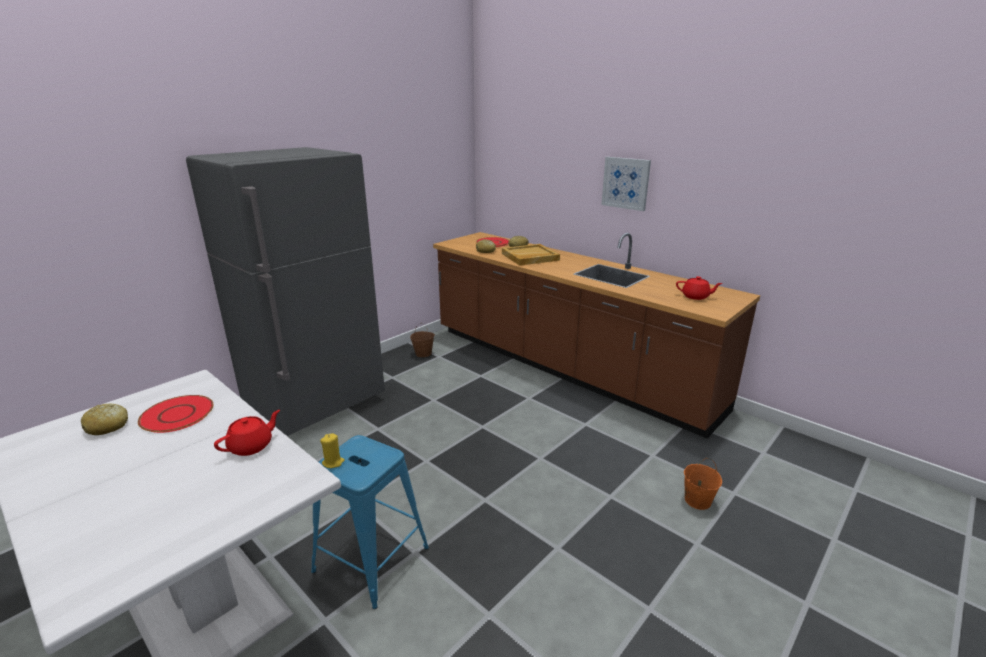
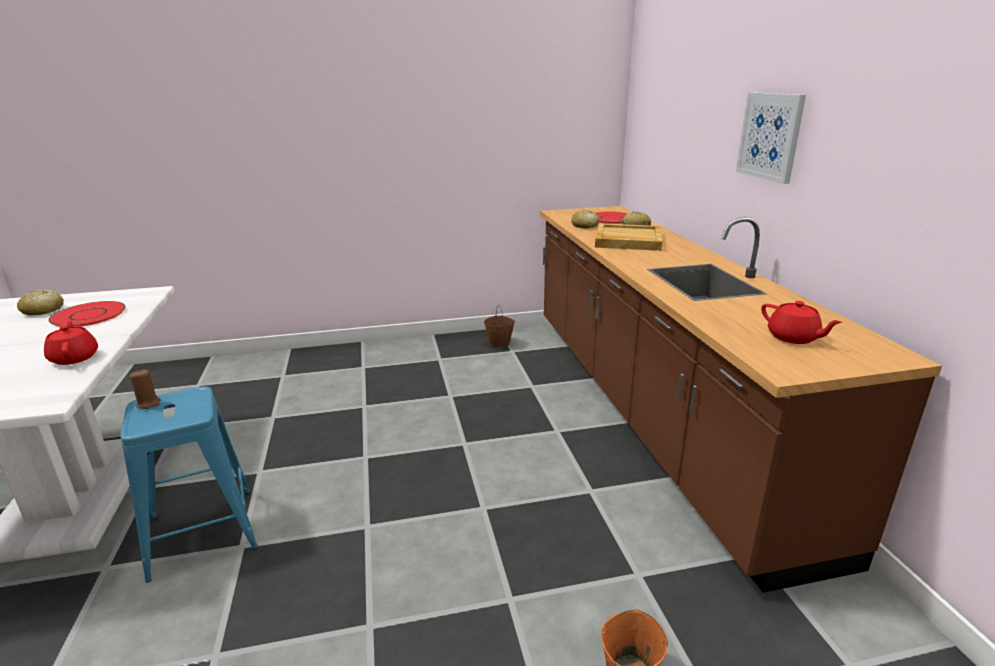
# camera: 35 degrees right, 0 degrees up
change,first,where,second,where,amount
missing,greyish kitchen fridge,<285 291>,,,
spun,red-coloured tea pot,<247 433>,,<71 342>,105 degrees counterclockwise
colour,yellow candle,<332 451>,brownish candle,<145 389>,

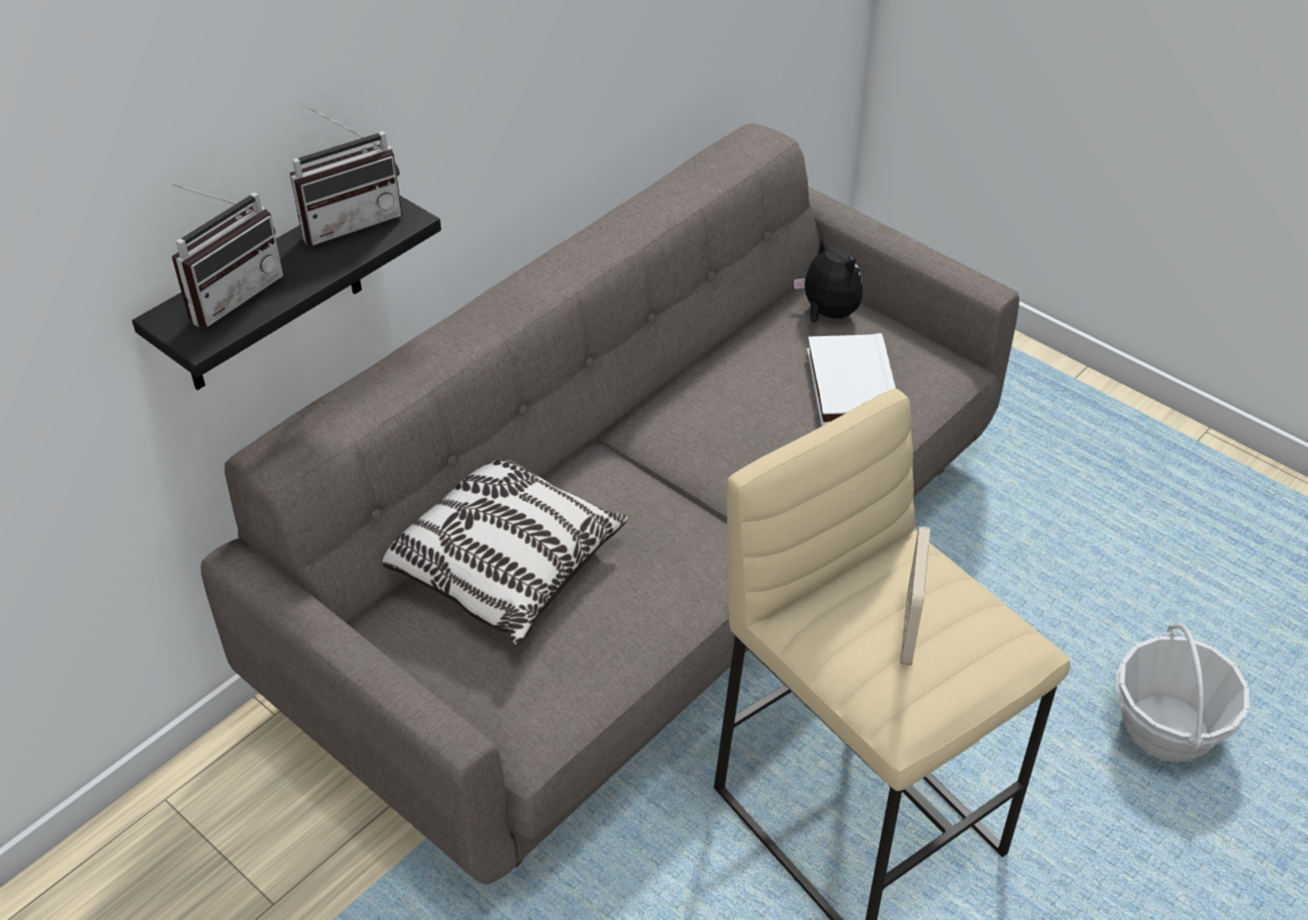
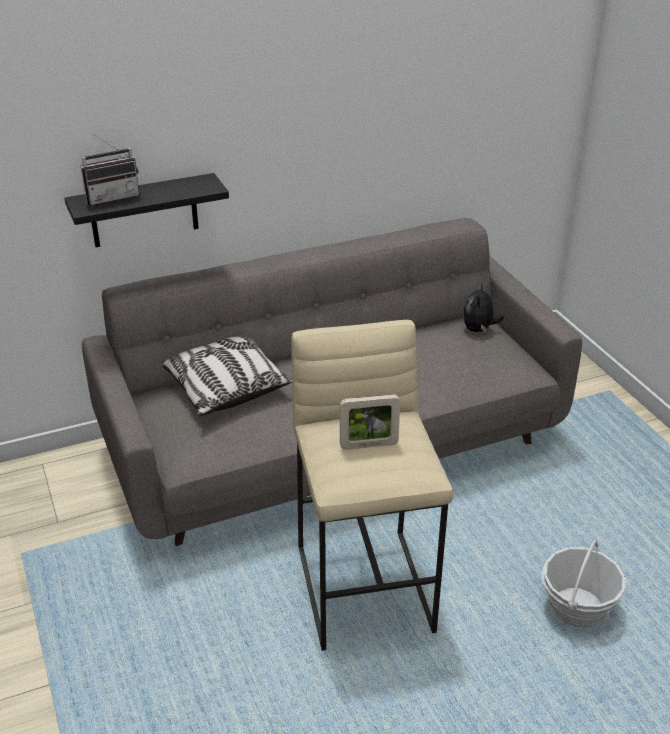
# camera: 25 degrees right, 10 degrees down
change,first,where,second,where,amount
missing,radio set,<346 176>,,,
spun,soft toy,<828 279>,,<483 307>,150 degrees counterclockwise
missing,whitish book,<851 379>,,,
spun,photo frame,<915 596>,,<370 422>,135 degrees counterclockwise

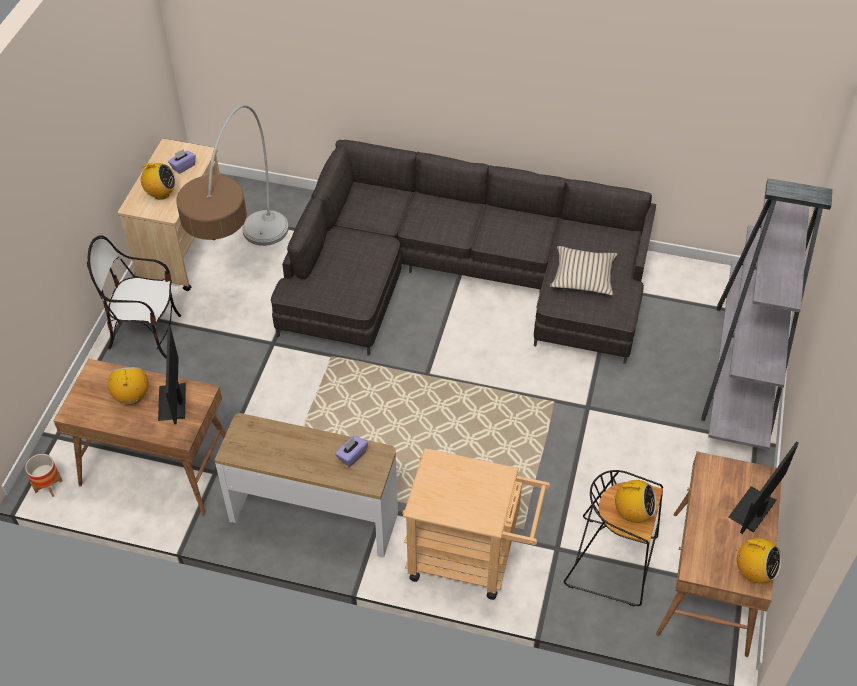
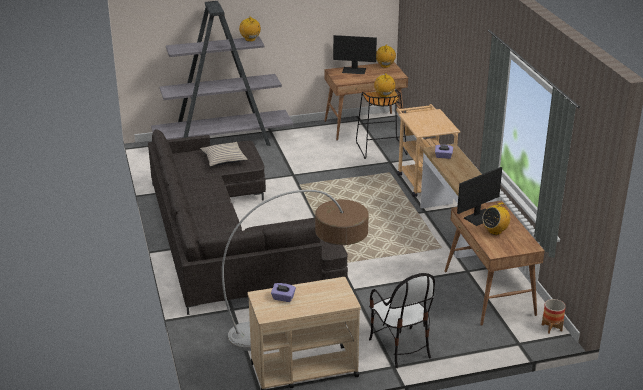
# camera: 120 degrees left, 20 degrees down
change,first,where,second,where,amount
relocated,radio set,<157 181>,,<250 28>,

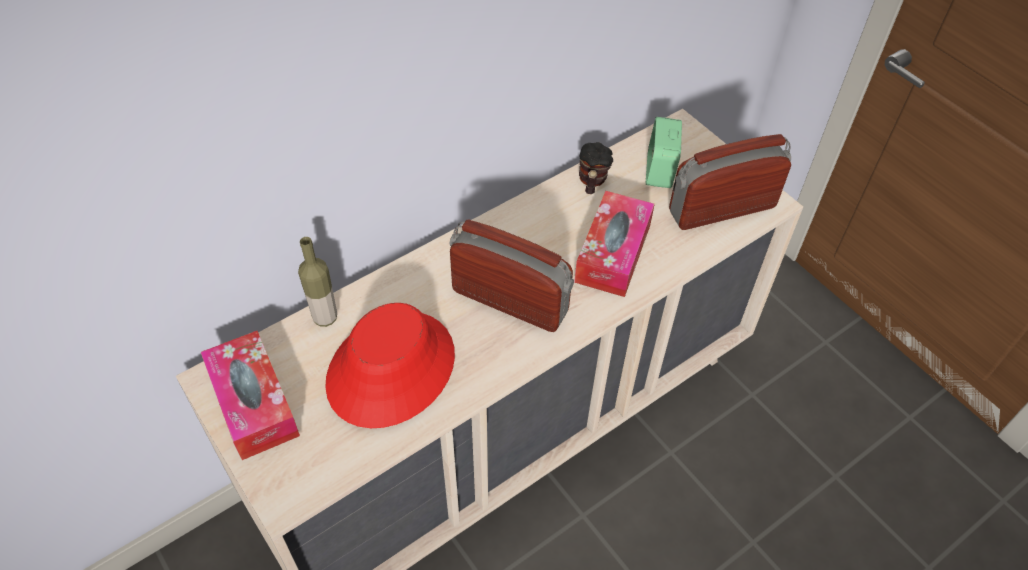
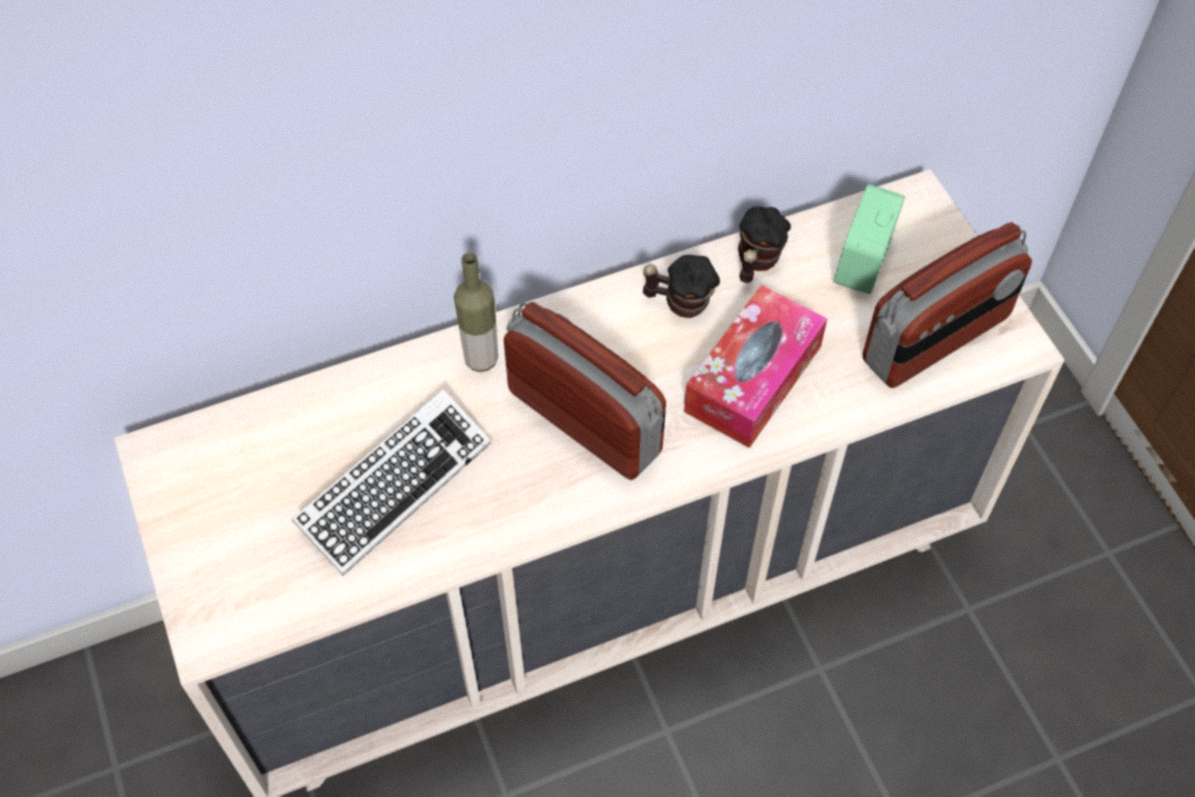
# camera: 15 degrees right, 5 degrees up
change,first,where,second,where,amount
missing,box of tissues,<250 395>,,,
relocated,drink bottle,<317 282>,,<476 312>,
exchanged,red-coloured clothing hat,<390 365>,computer keyboard,<391 482>,
spun,radio set,<730 182>,,<947 305>,150 degrees clockwise
appeared,,,coffee mug,<681 286>,

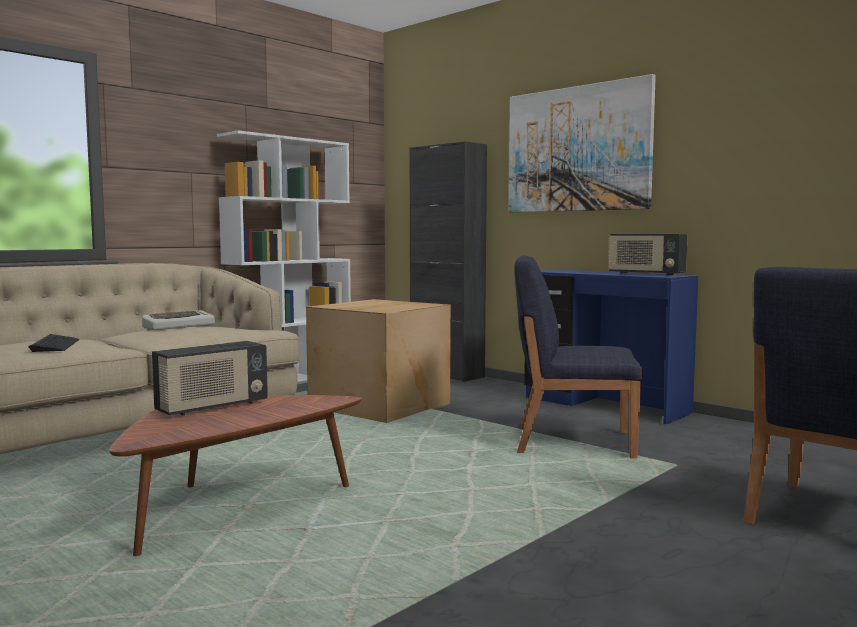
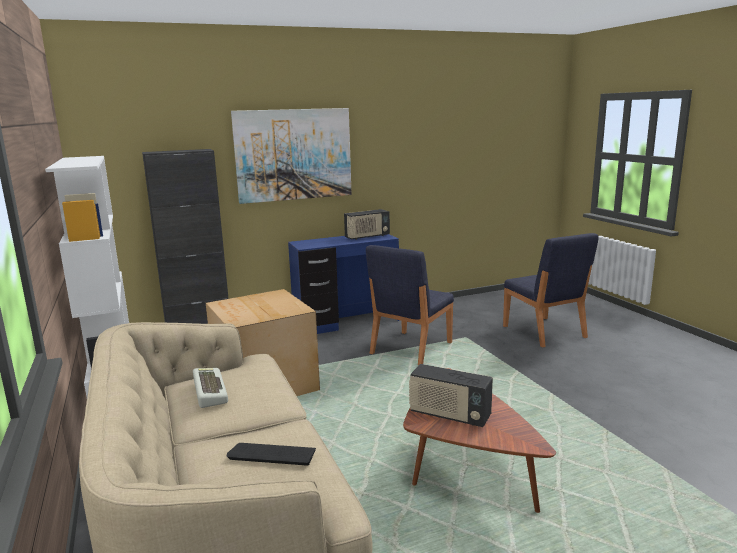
# camera: 65 degrees left, 10 degrees up
change,first,where,second,where,amount
spun,radio set,<210 378>,,<451 395>,135 degrees clockwise

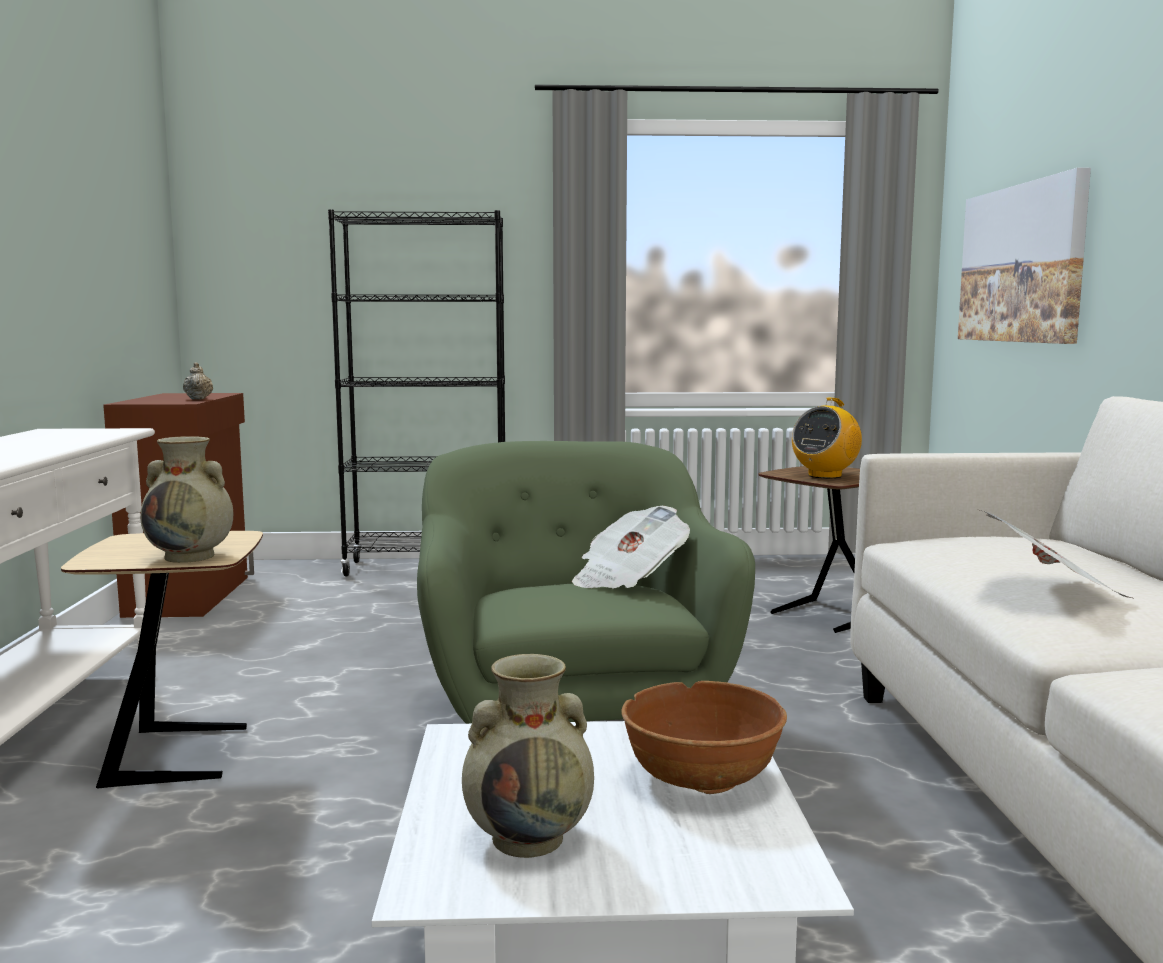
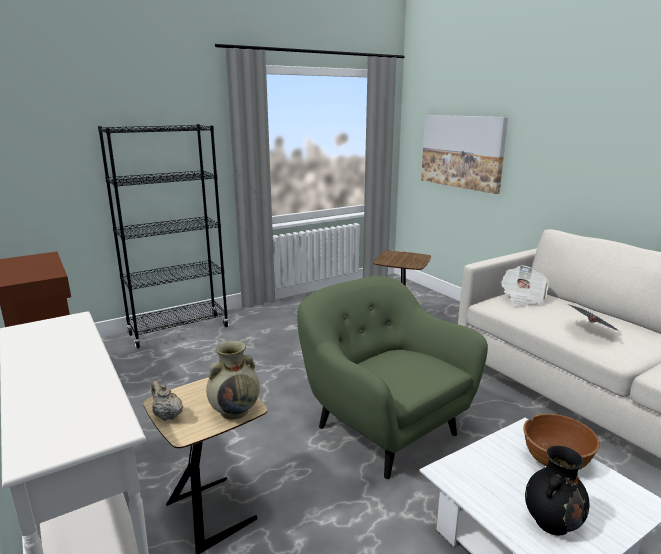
# camera: 30 degrees left, 10 degrees up
change,first,where,second,where,amount
relocated,sand-coloured tea pot,<198 381>,,<167 401>,
colour,sand-coloured vase,<528 756>,blackish vase,<557 491>,
relocated,daily paper,<631 547>,,<525 286>,
missing,radio set,<827 438>,,,

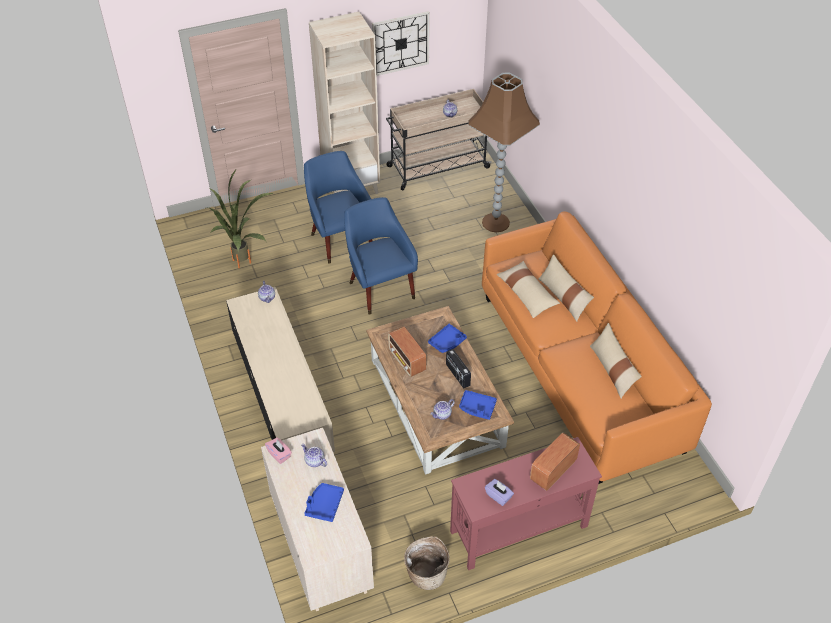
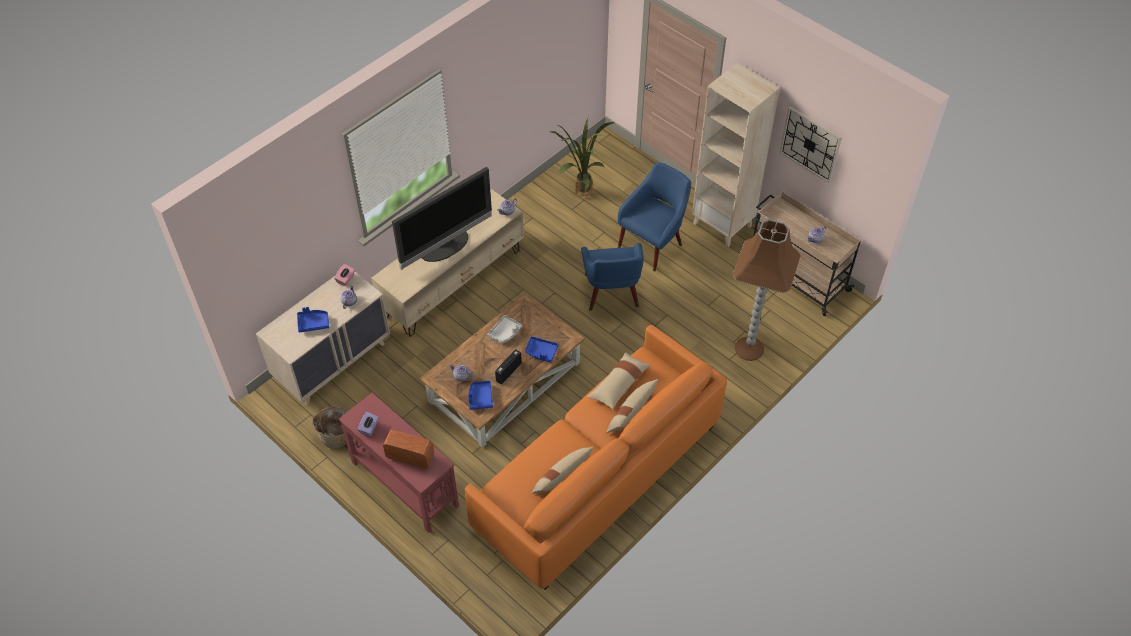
# camera: 65 degrees right, 5 degrees up
change,first,where,second,where,amount
spun,blue-coloured easy chair,<381 256>,,<612 277>,135 degrees clockwise
exchanged,radio set,<407 351>,greyish tray,<504 329>,
appeared,,,TV,<442 218>,

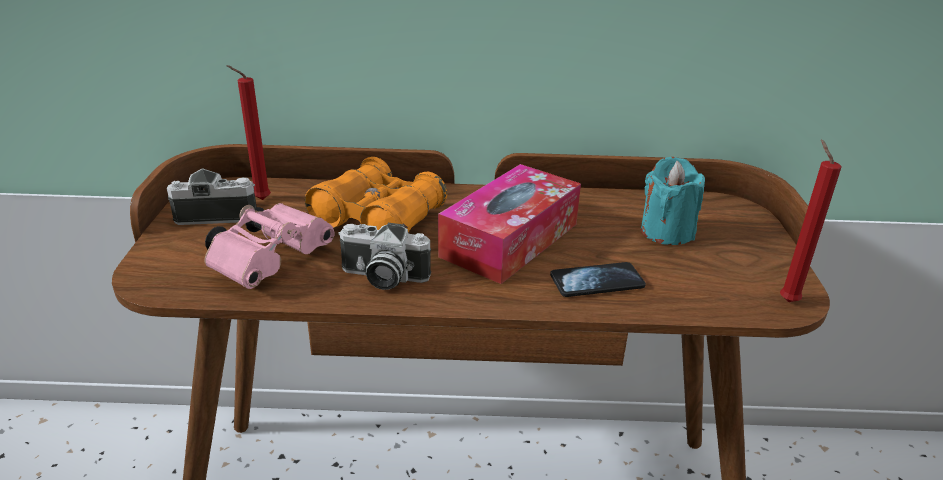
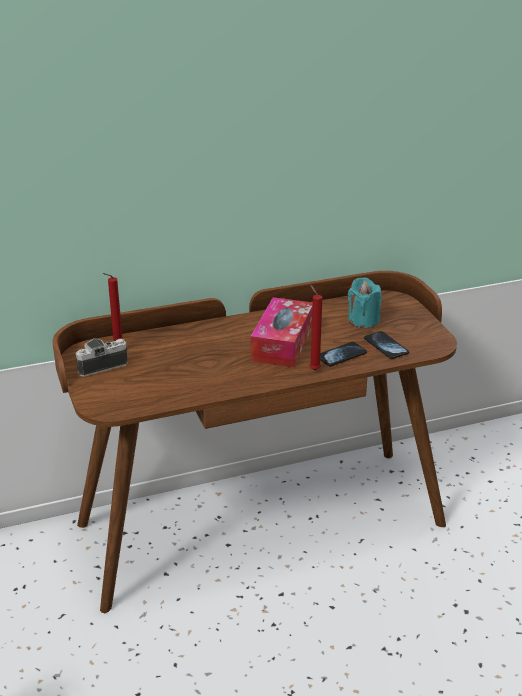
# camera: 20 degrees left, 0 degrees up
change,first,where,second,where,amount
missing,pink binoculars,<270 246>,,,
missing,orange binoculars,<376 194>,,,
missing,still camera,<384 256>,,,
relocated,red-coloured candle,<810 221>,,<316 327>,
appeared,,,handset,<386 345>,

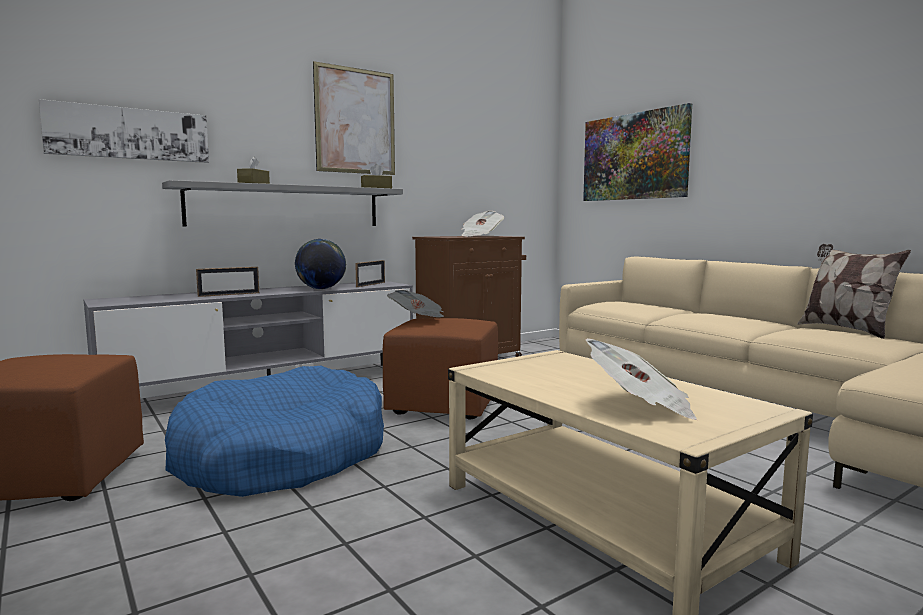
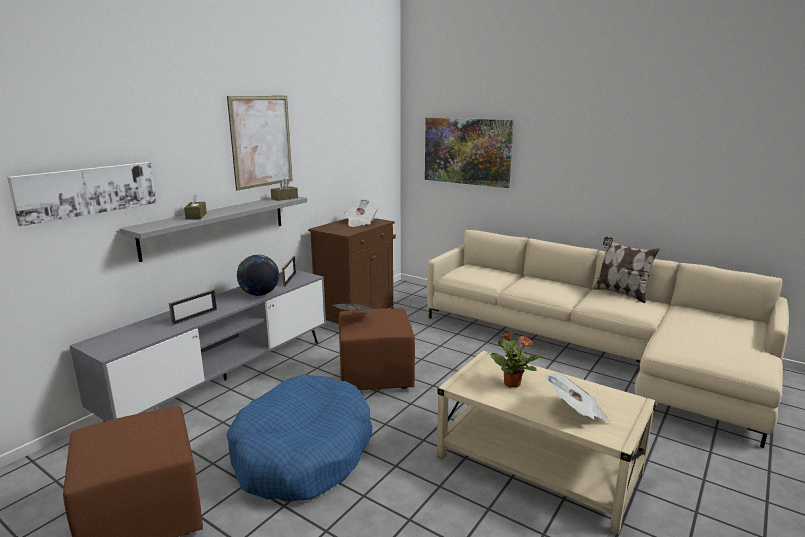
# camera: 20 degrees left, 10 degrees up
change,first,where,second,where,amount
appeared,,,plant in a pot,<515 360>,

